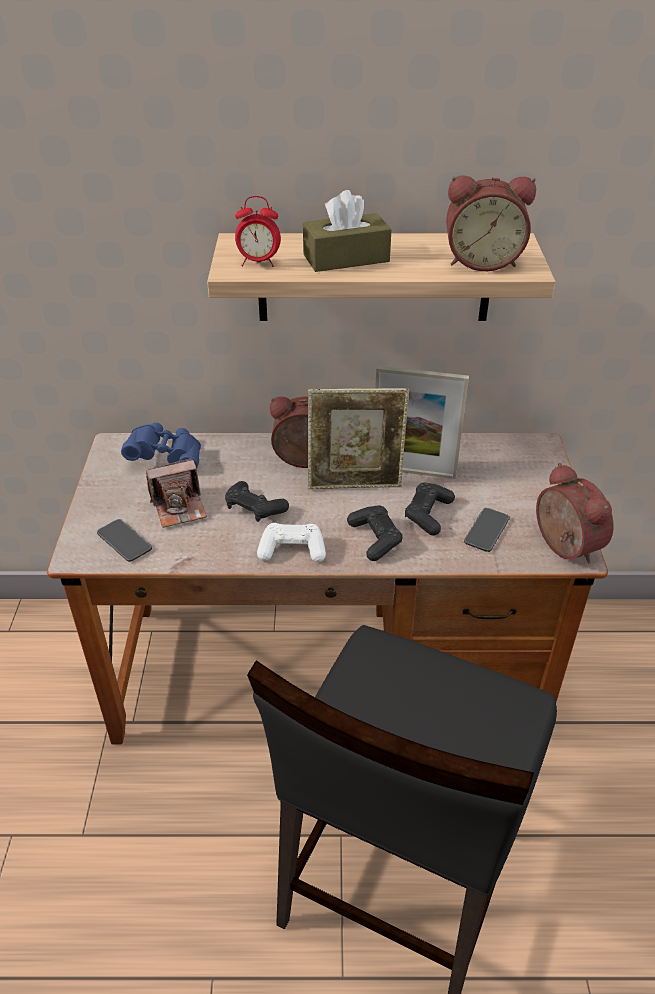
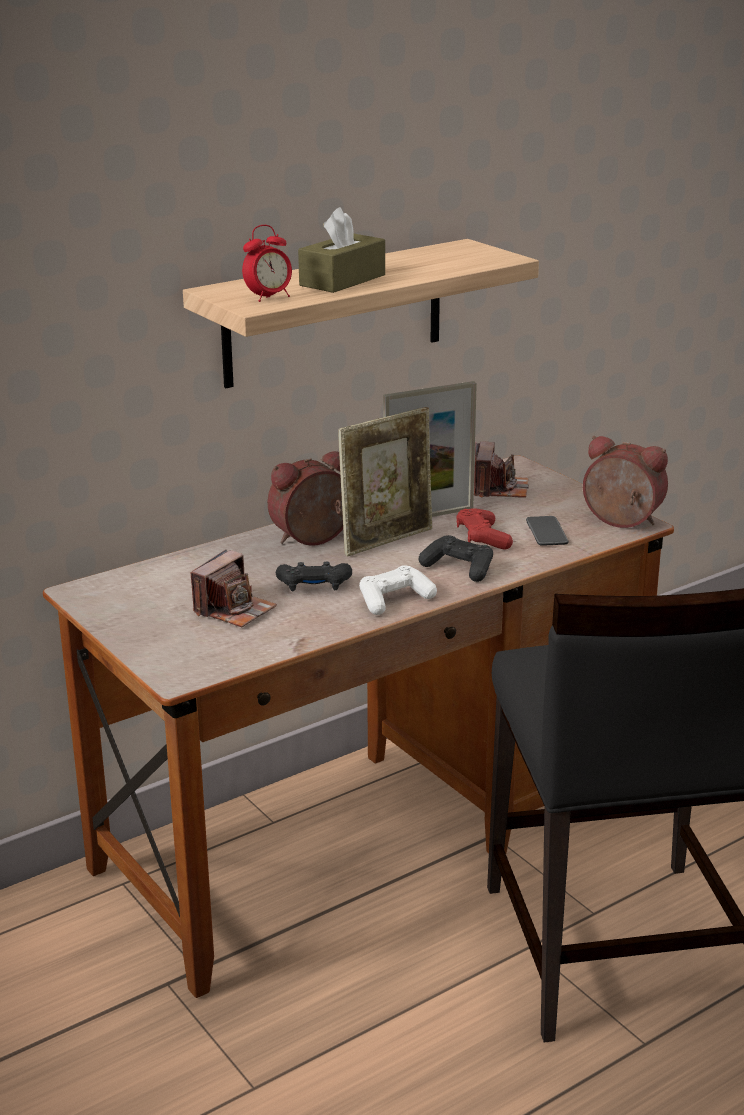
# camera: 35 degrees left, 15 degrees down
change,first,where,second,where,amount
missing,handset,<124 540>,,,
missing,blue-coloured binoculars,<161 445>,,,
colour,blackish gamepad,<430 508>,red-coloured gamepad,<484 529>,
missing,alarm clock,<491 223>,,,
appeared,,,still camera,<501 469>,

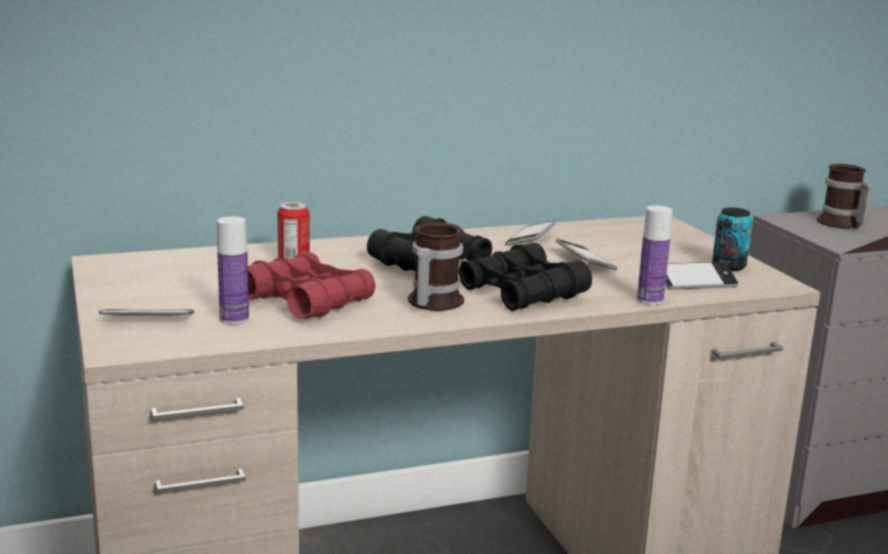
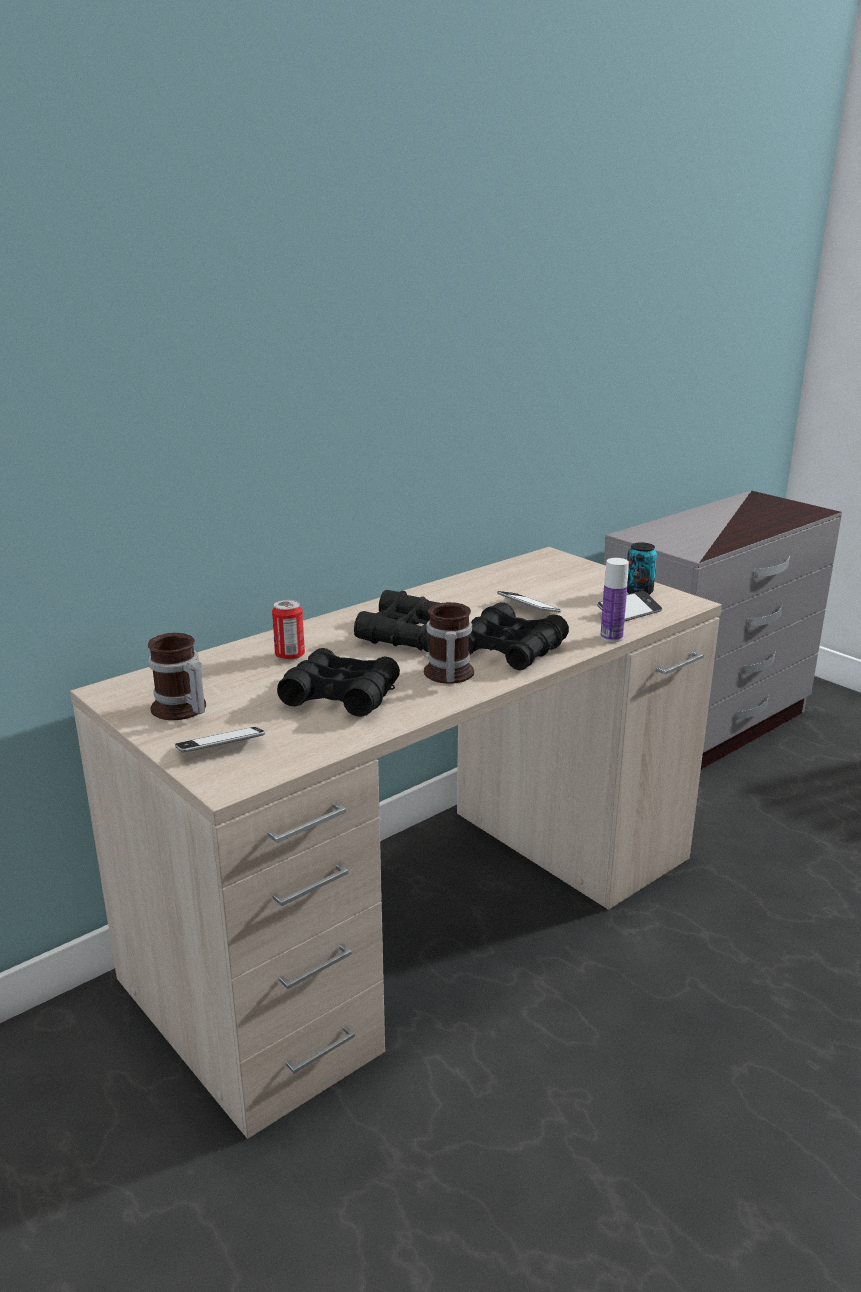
# camera: 20 degrees left, 5 degrees up
change,first,where,second,where,amount
missing,drink bottle,<233 270>,,,
colour,red-coloured binoculars,<312 285>,blackish binoculars,<338 682>,
missing,handset,<531 232>,,,
relocated,coffee mug,<845 196>,,<177 676>,

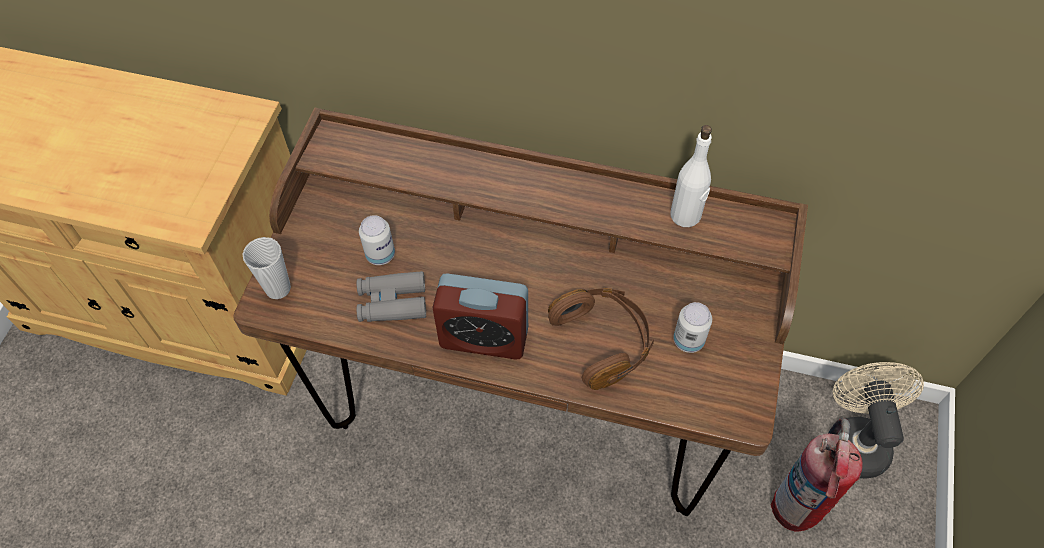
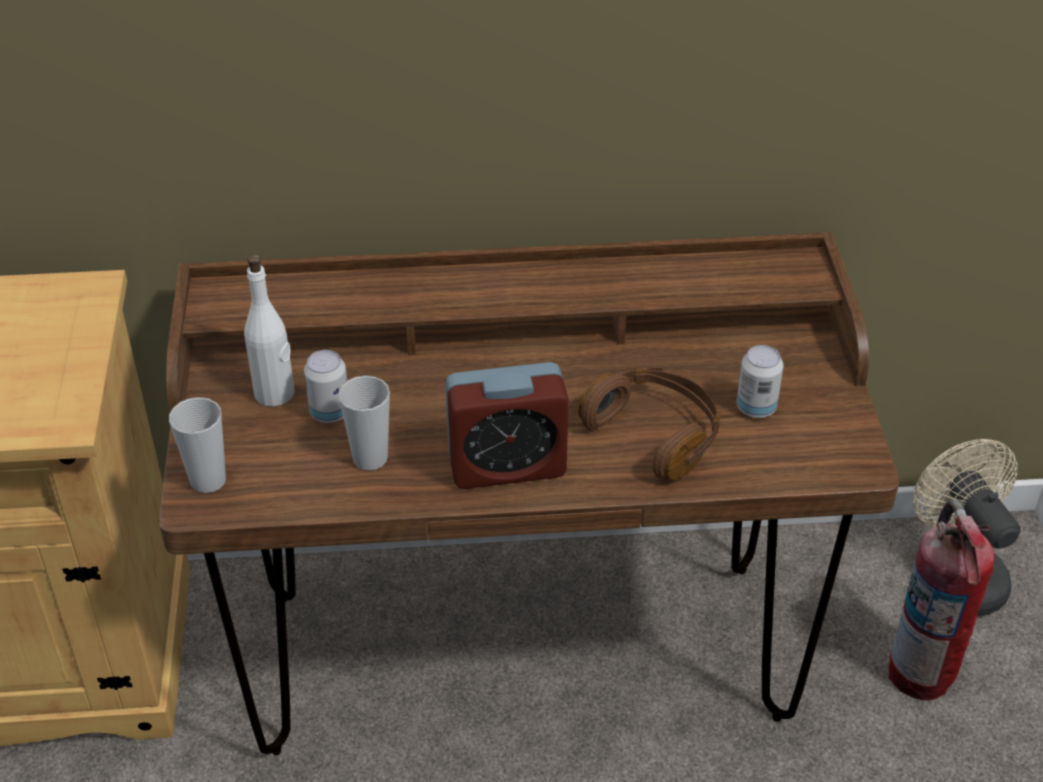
# camera: 20 degrees left, 15 degrees down
change,first,where,second,where,amount
exchanged,greyish binoculars,<391 296>,cup,<364 423>,
relocated,whitish drink bottle,<691 176>,,<269 330>,

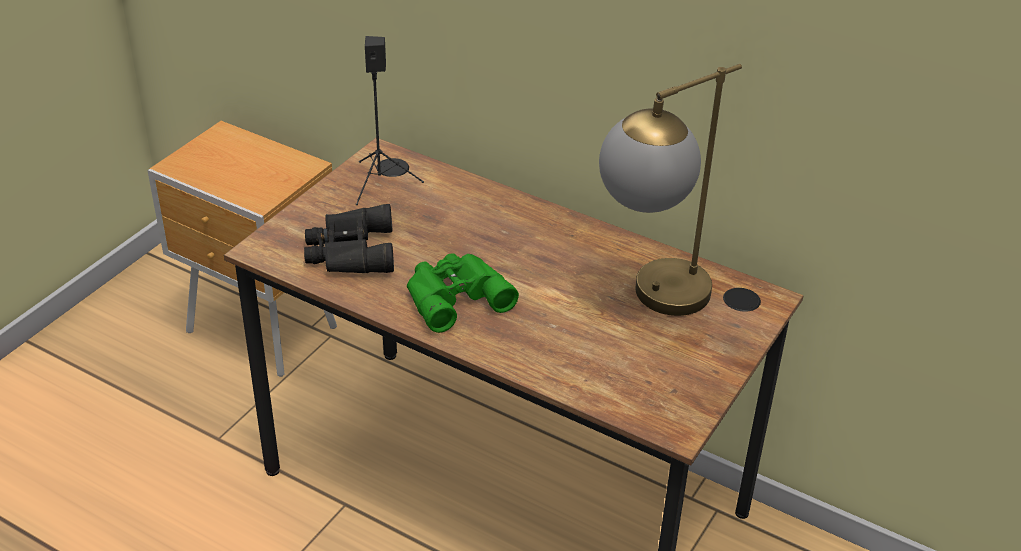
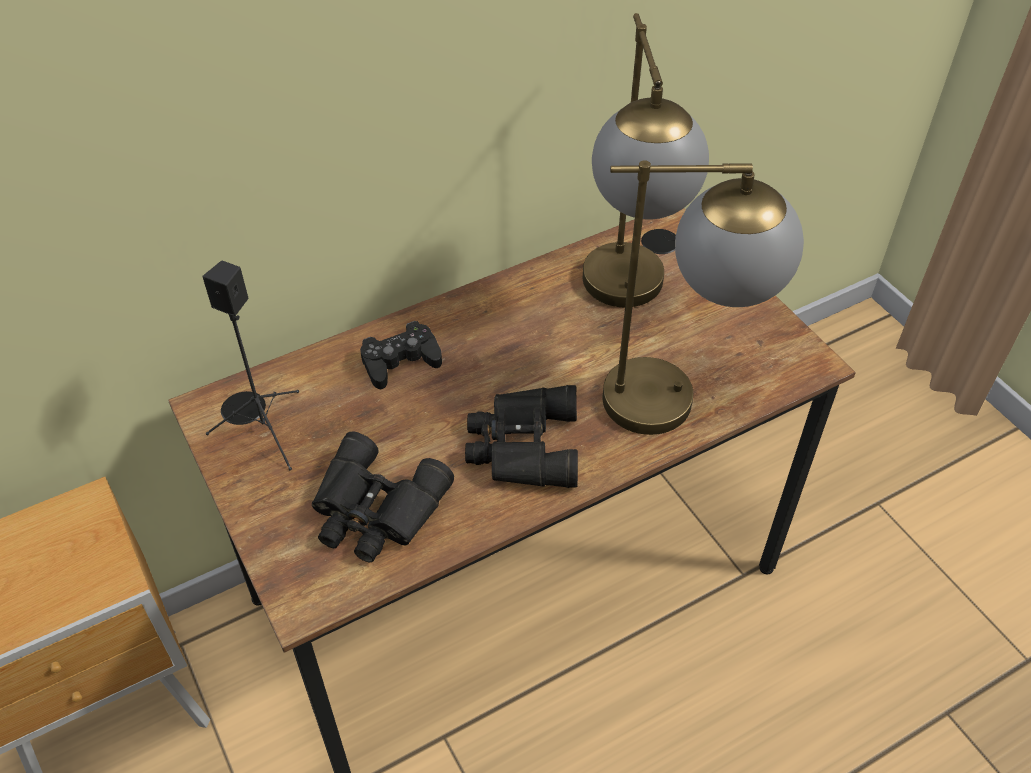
# camera: 60 degrees left, 10 degrees up
change,first,where,second,where,amount
colour,greenish binoculars,<463 293>,blackish binoculars,<521 436>,
appeared,,,blackish gamepad,<401 355>,
appeared,,,table lamp,<703 297>,

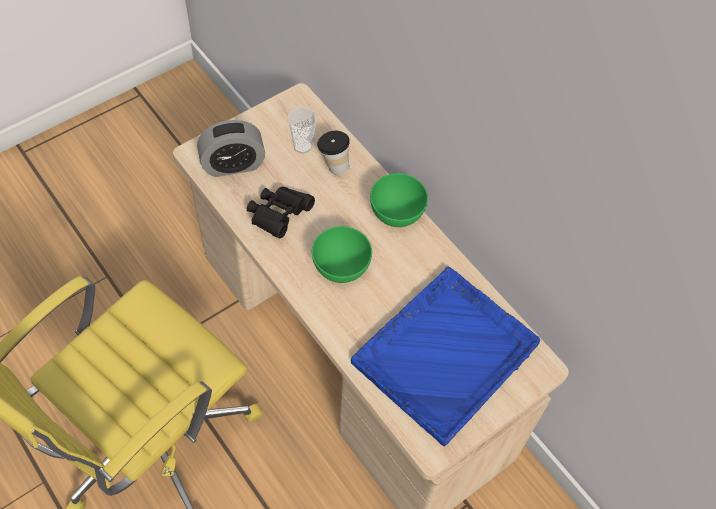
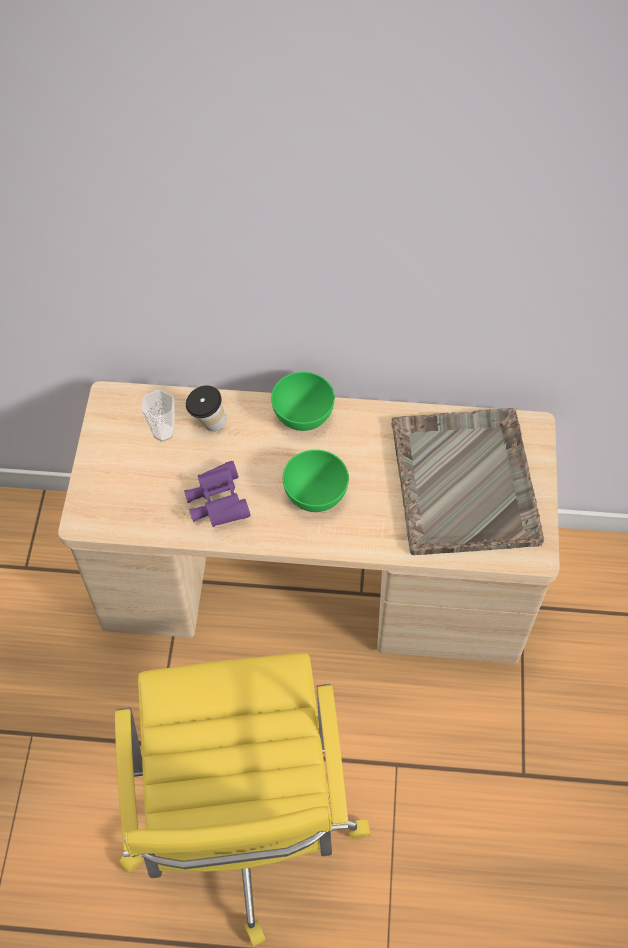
# camera: 45 degrees left, 0 degrees up
change,first,where,second,where,amount
missing,alarm clock,<231 148>,,,
colour,blackish binoculars,<281 212>,purplish binoculars,<217 494>,
colour,blue-coloured tray,<445 356>,greyish tray,<467 481>,

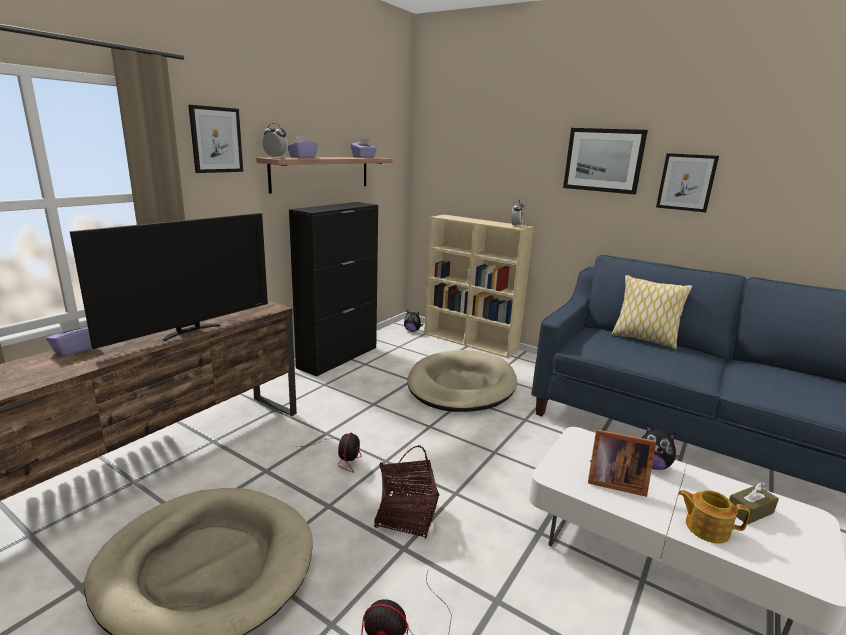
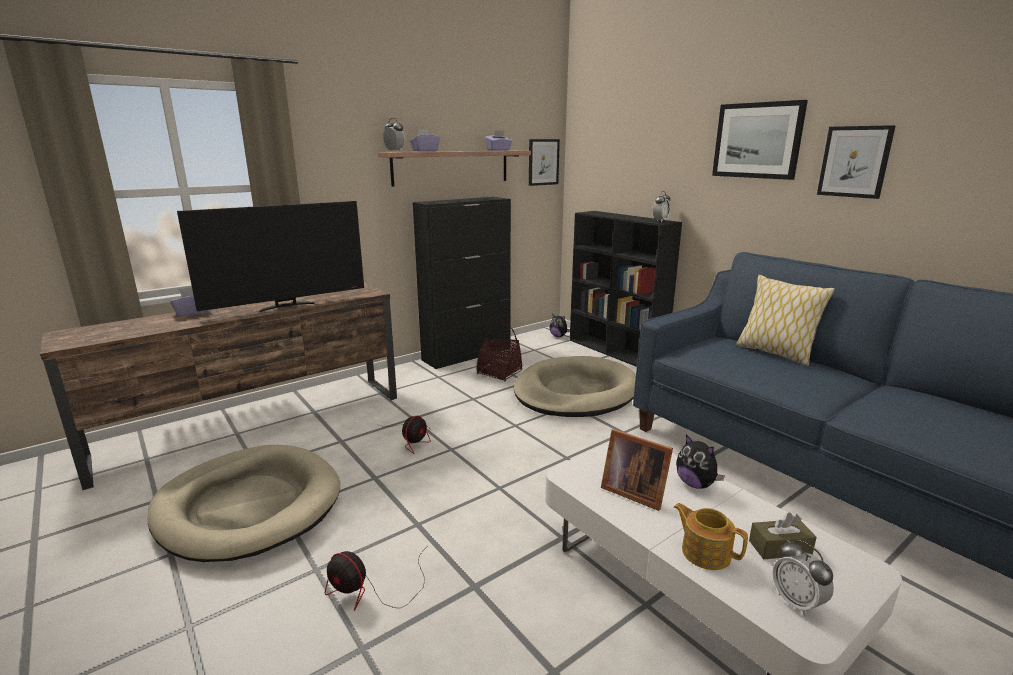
# camera: 20 degrees right, 0 degrees up
change,first,where,second,where,amount
relocated,picture,<215 139>,,<544 162>,
relocated,household basket,<406 492>,,<499 353>,
colour,sand-coloured bookshelf,<479 286>,blackish bookshelf,<626 289>,
appeared,,,alarm clock,<803 578>,

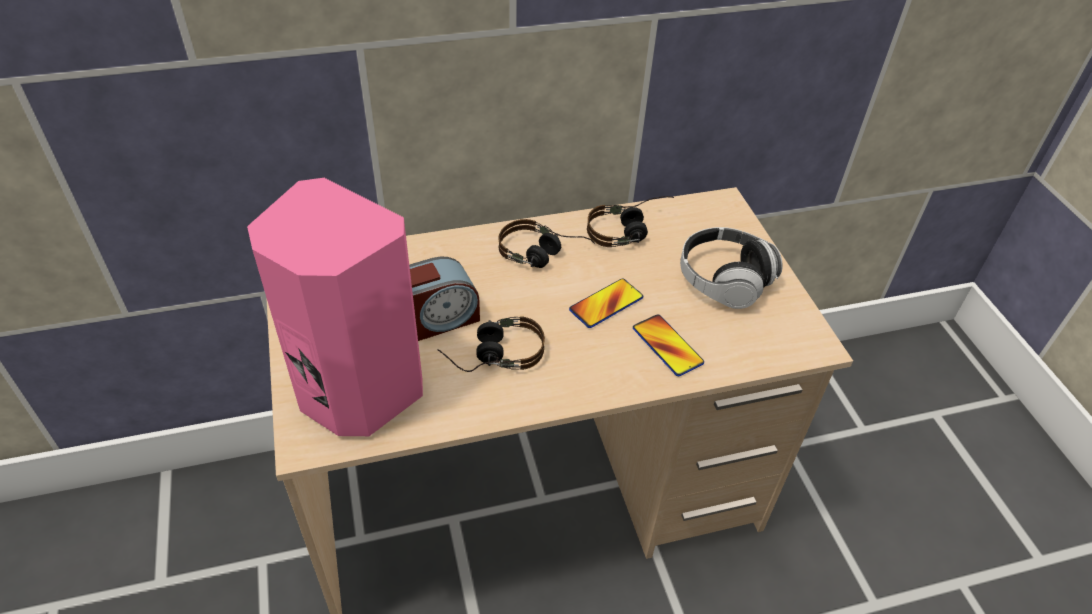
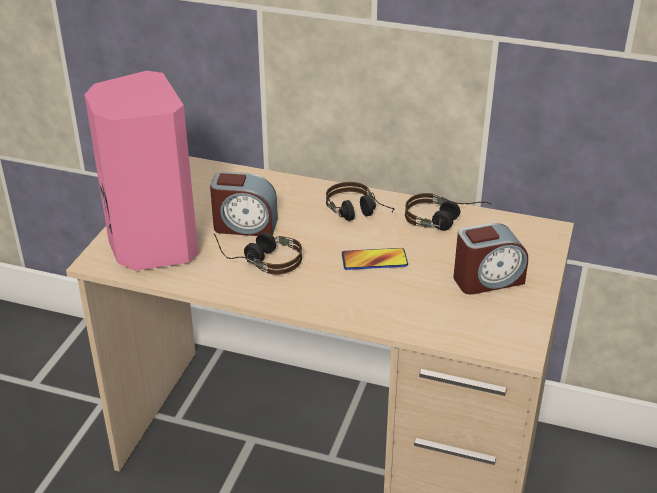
# camera: 35 degrees right, 10 degrees down
change,first,where,second,where,amount
missing,handset,<668 345>,,,
exchanged,headset,<731 268>,alarm clock,<491 259>,

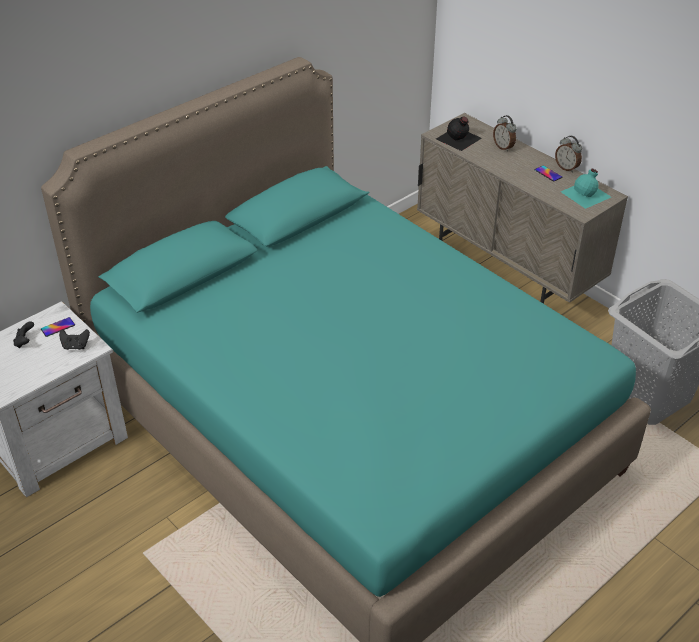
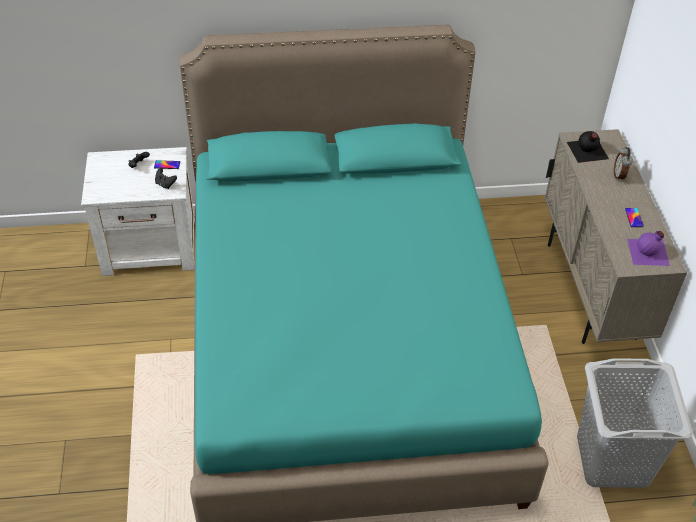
# camera: 35 degrees right, 5 degrees up
change,first,where,second,where,amount
missing,alarm clock,<568 154>,,,
colour,blue-green drink bottle,<586 189>,purplish drink bottle,<648 248>,

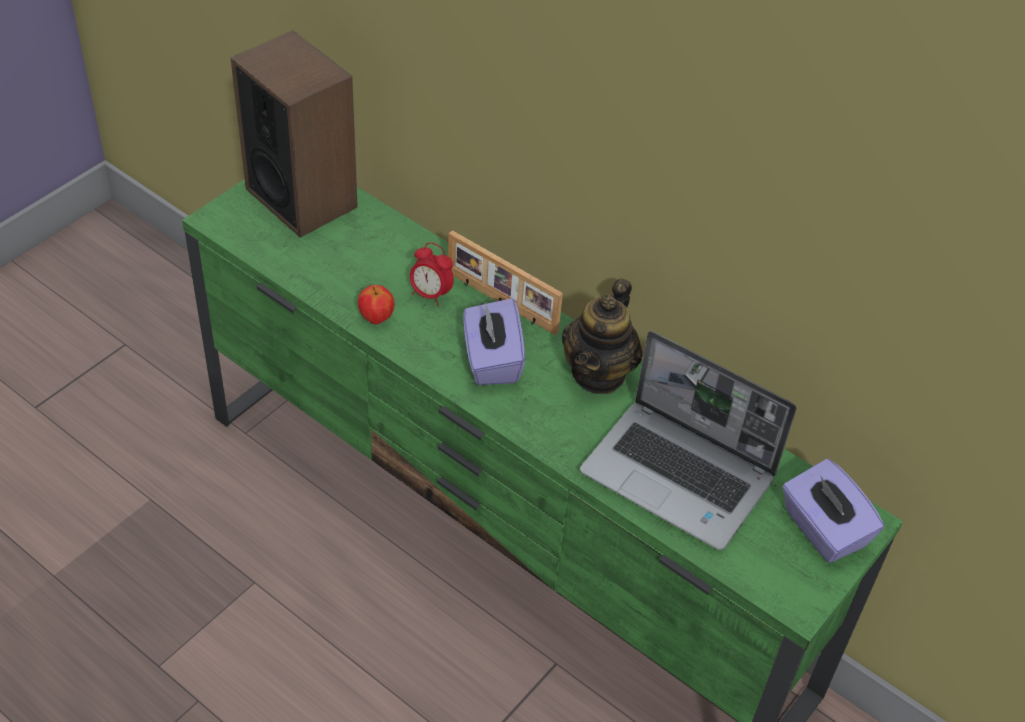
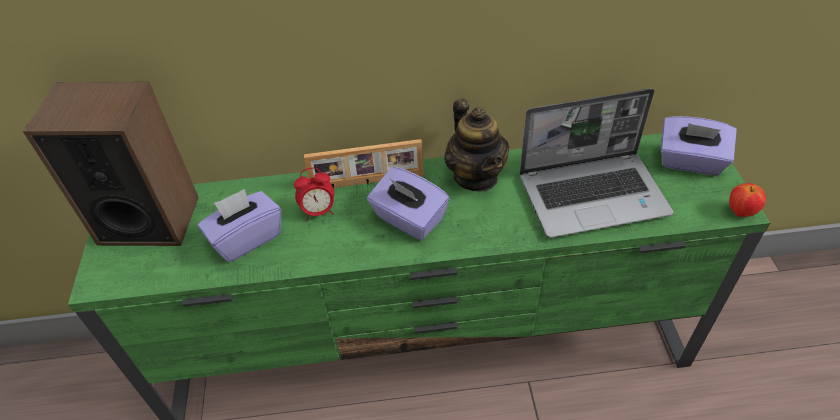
# camera: 40 degrees left, 0 degrees up
change,first,where,second,where,amount
relocated,apple,<376 304>,,<747 200>,
appeared,,,purplish box of tissues,<239 225>,

